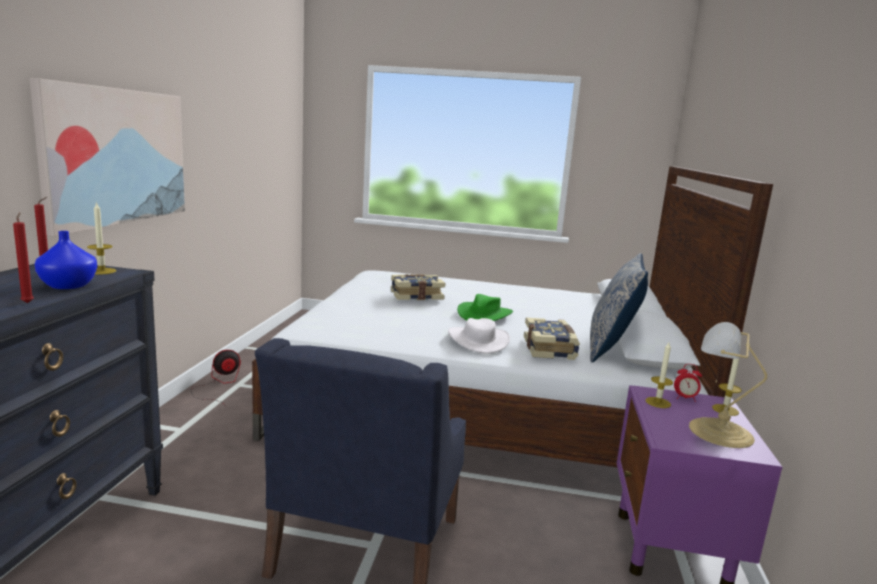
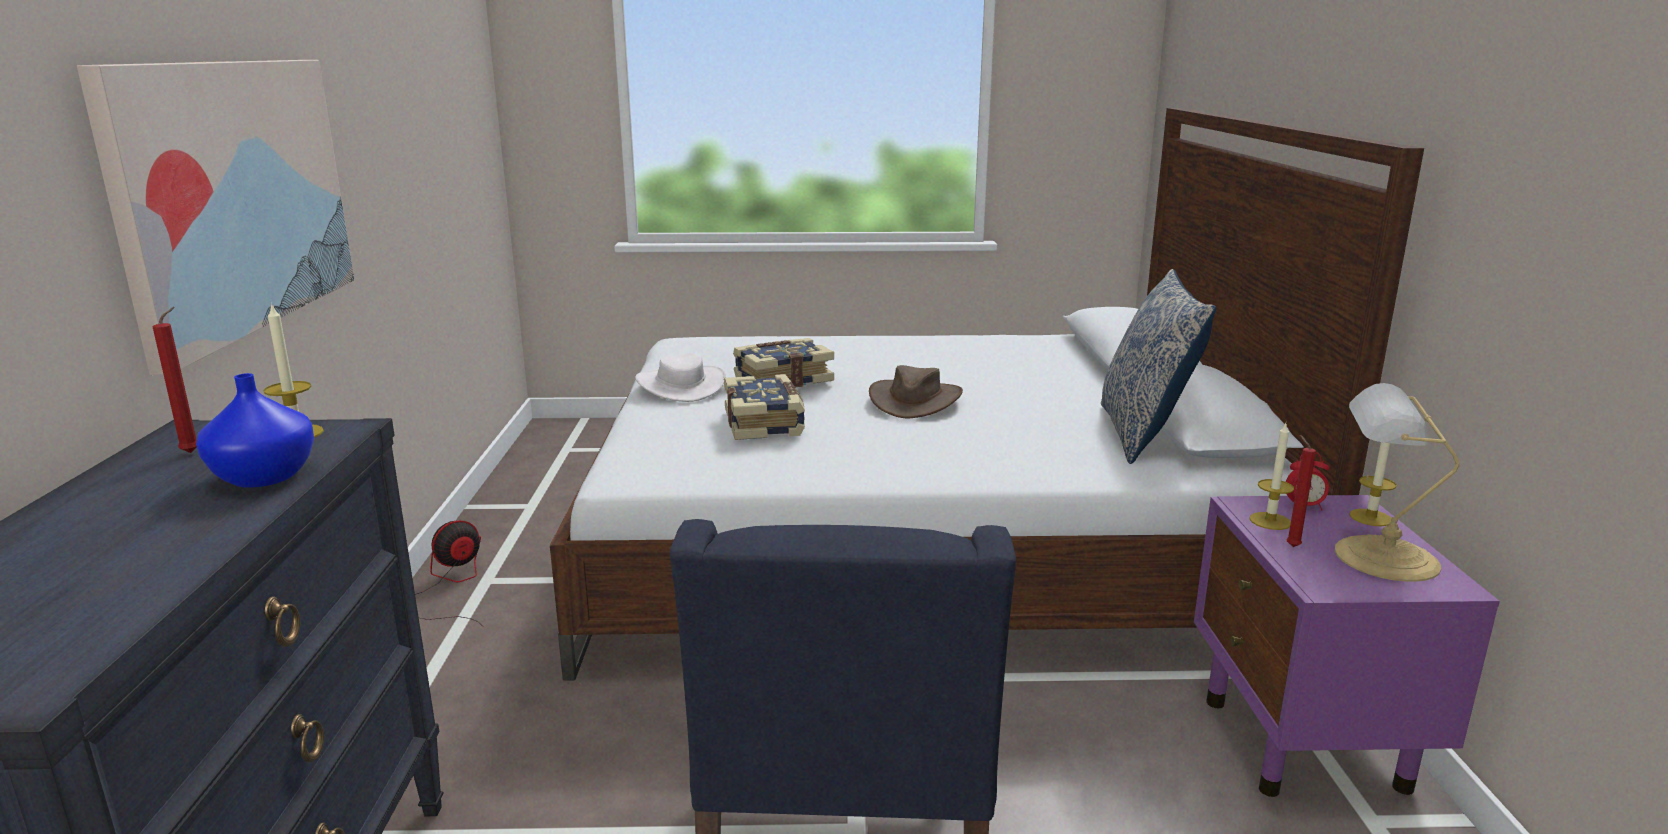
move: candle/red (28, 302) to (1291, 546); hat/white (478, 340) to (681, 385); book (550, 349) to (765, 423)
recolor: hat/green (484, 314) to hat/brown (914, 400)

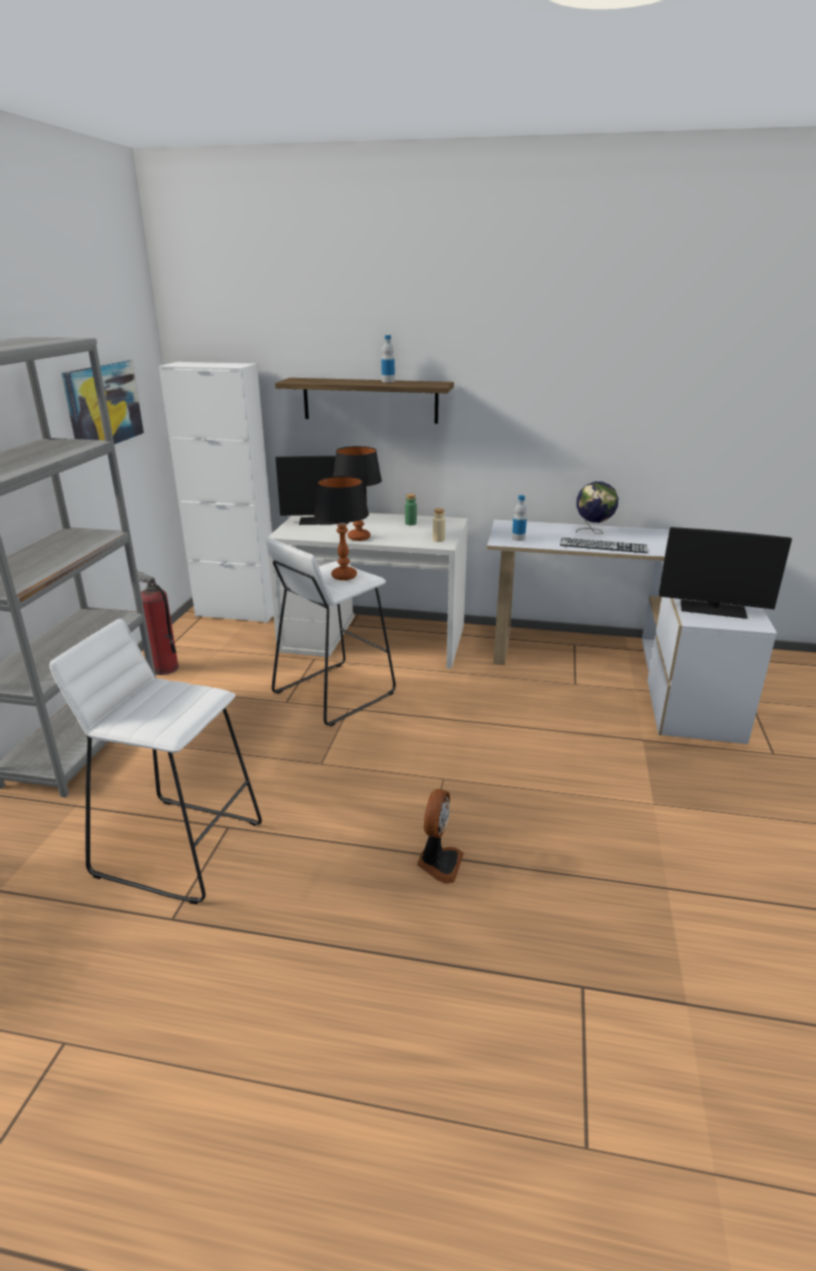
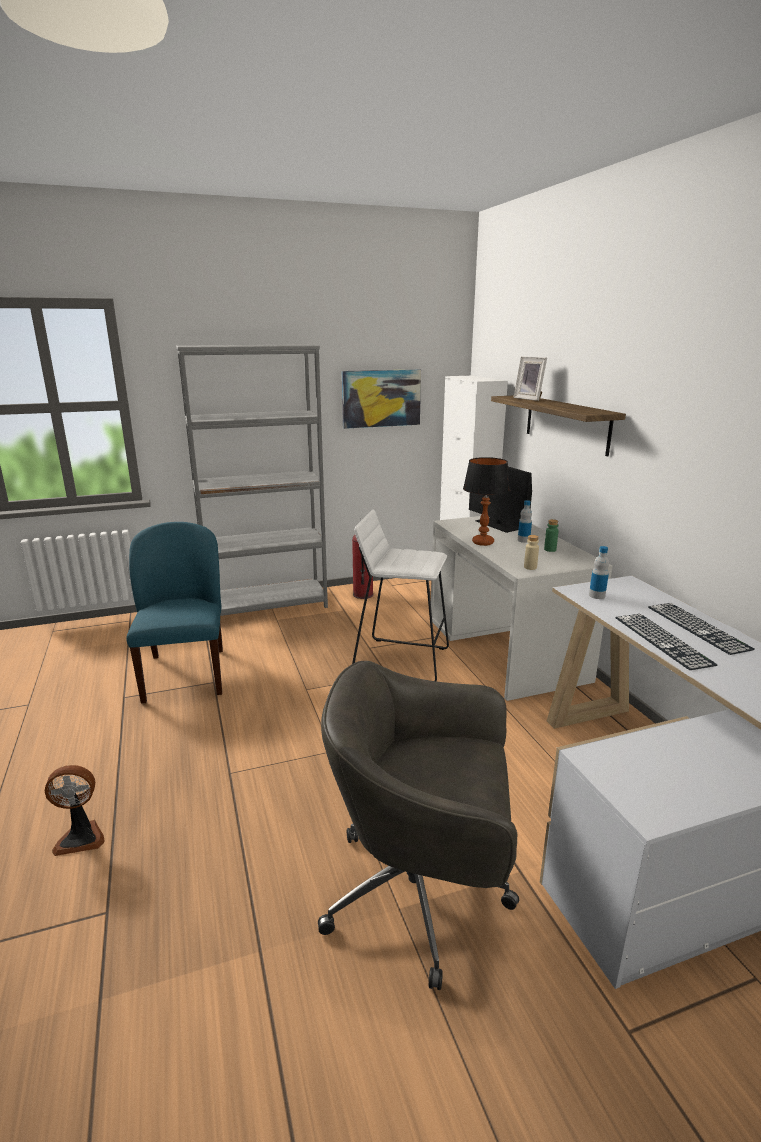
delete: table lamp (344, 576); monitor (713, 609)
insert: office chair/grey (421, 893); picture frame (530, 399)
move: bottle (388, 381) to (523, 540); fan (439, 863) to (81, 837)
replace: stool/white (179, 847) to chair/blue (186, 674); globe (593, 532) to keyboard (697, 627)

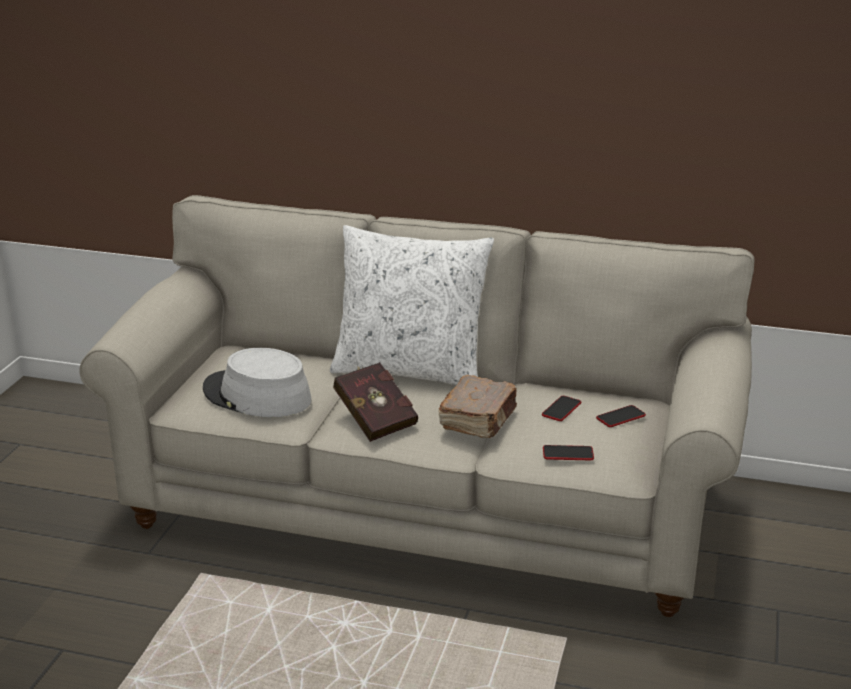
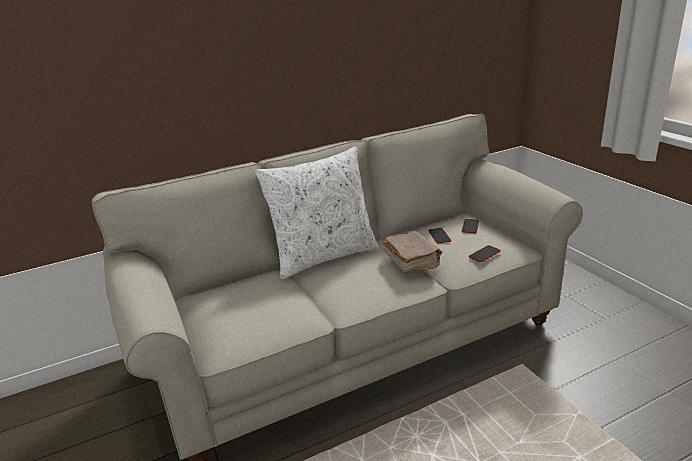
delete: hat/grey (256, 395); book/red (374, 418)

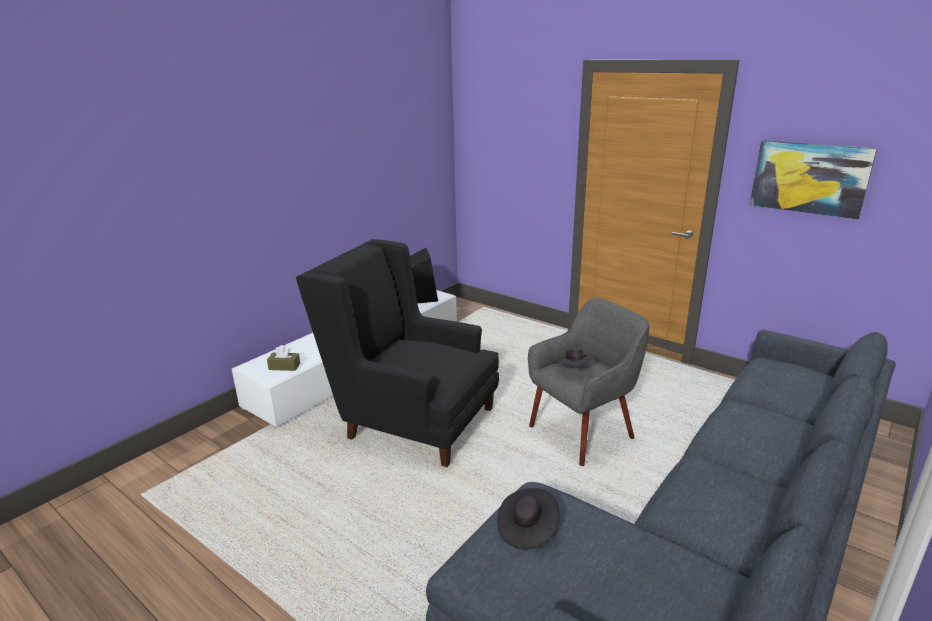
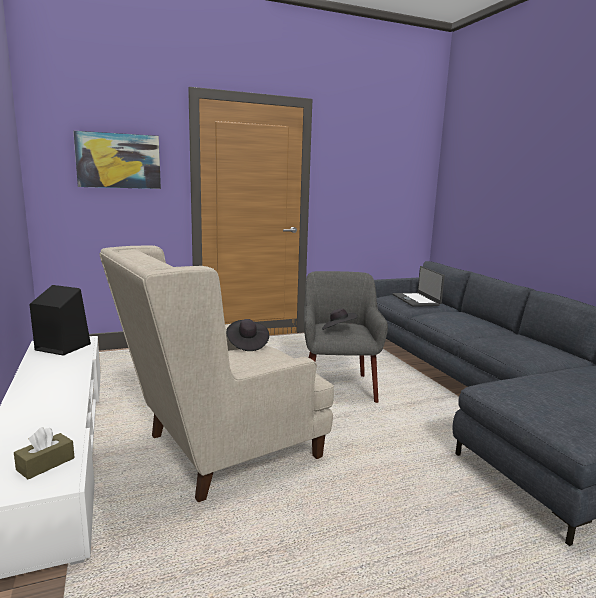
insert: laptop (416, 300)
move: hat/black (527, 529) to (247, 344); picture (809, 178) to (118, 161)
recolor: armchair/black (410, 420) to armchair/beige (220, 451)

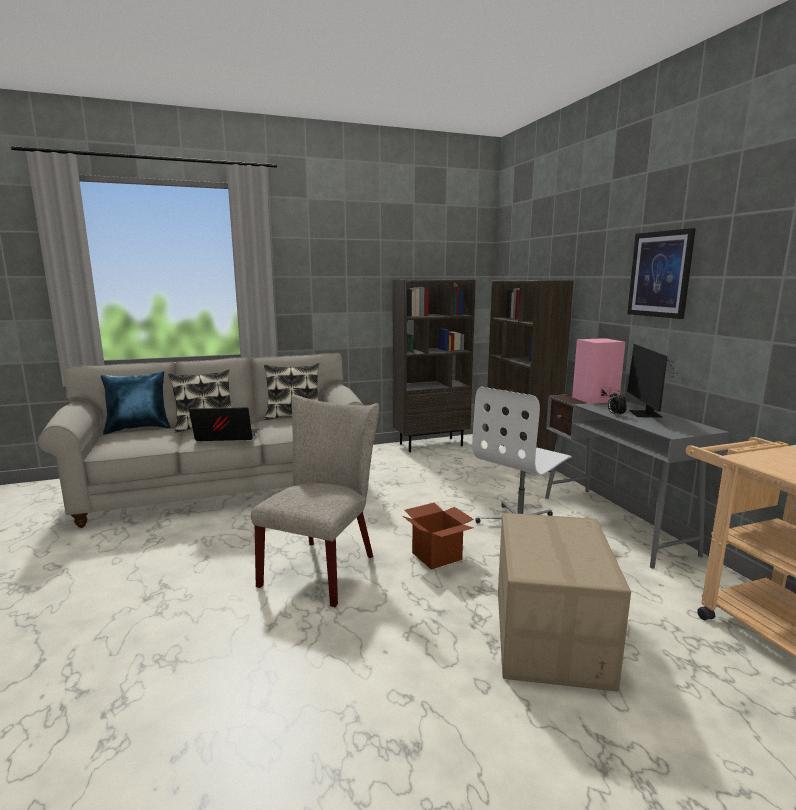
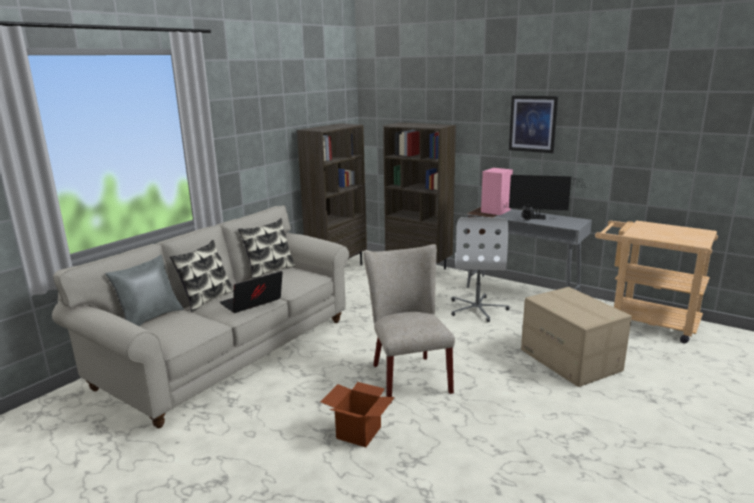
move: cardboard box (437, 556) to (359, 433)
recolor: pillow/blue (139, 428) to pillow/grey (150, 318)
rotate: monitor (645, 415) = (540, 217) 45 degrees counterclockwise

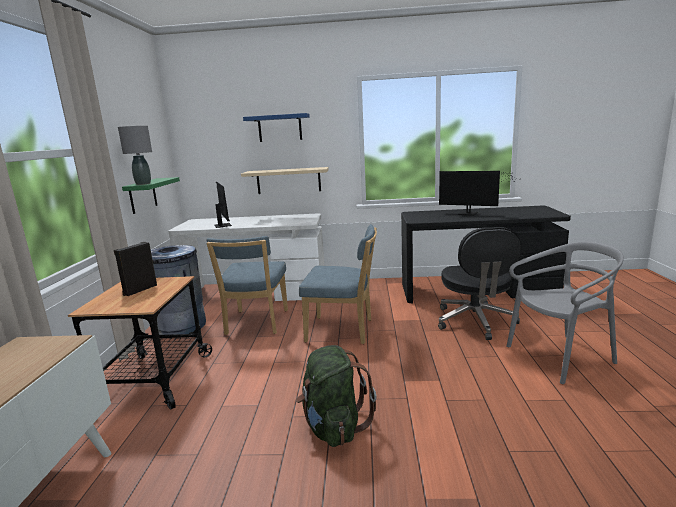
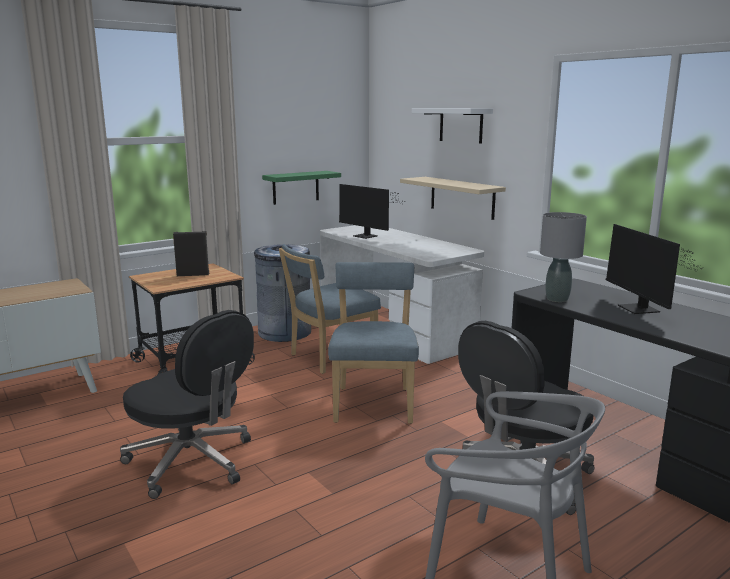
move: table lamp/grey (143, 184) to (557, 299)
replace: backpack/green (334, 427) to office chair/black (192, 462)
recolor: shelf/blue (280, 128) to shelf/white (461, 125)
rotate: monitor (223, 225) = (367, 236) 105 degrees clockwise; chair/blue (343, 330) = (374, 402) 150 degrees counterclockwise

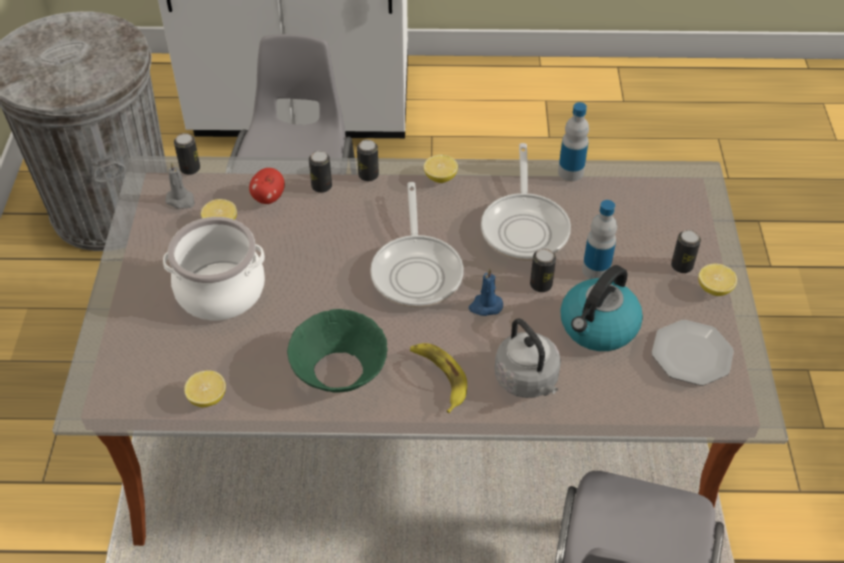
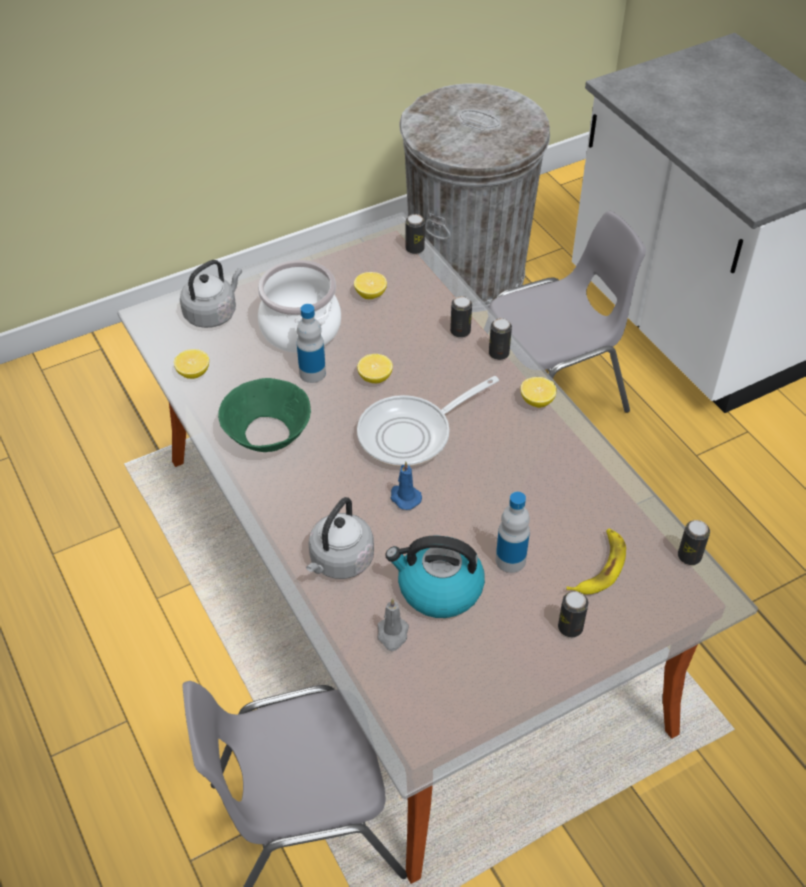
delete: apple (268, 198); frying pan (525, 227); plate (692, 354)
insert: kettle/grey (213, 313)
move: candle/grey (181, 200) to (392, 634); banana (439, 377) to (599, 566); can (541, 285) to (689, 556); bottle (570, 172) to (312, 373); lemon (714, 289) to (375, 378)

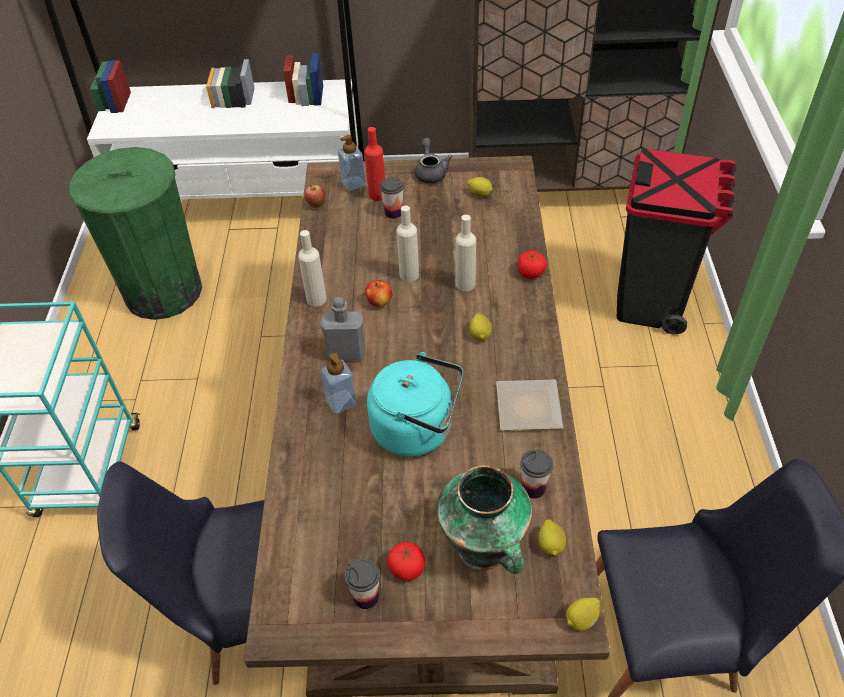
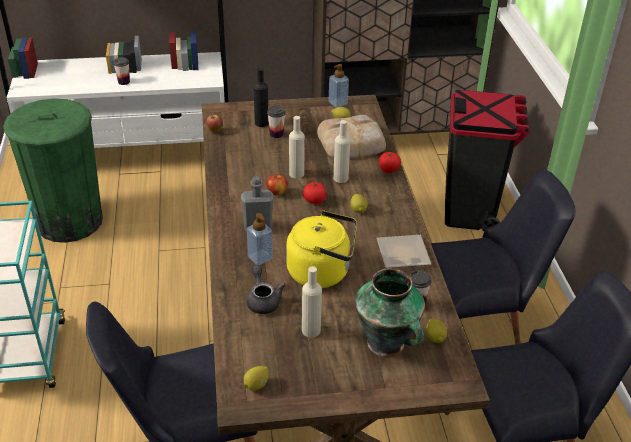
insert: bread (352, 142); chair/black (476, 327)
move: bottle/beige (316, 299) to (311, 330); soap dispenser (353, 183) to (338, 103); cup (366, 597) to (124, 82); tomato (407, 568) to (314, 200); teapot/grey (431, 172) to (263, 300); lemon (581, 620) to (256, 385)
recolor: bottle/red (377, 195) to bottle/black (261, 123); kettle/turquoise (417, 429) to kettle/yellow (322, 272)

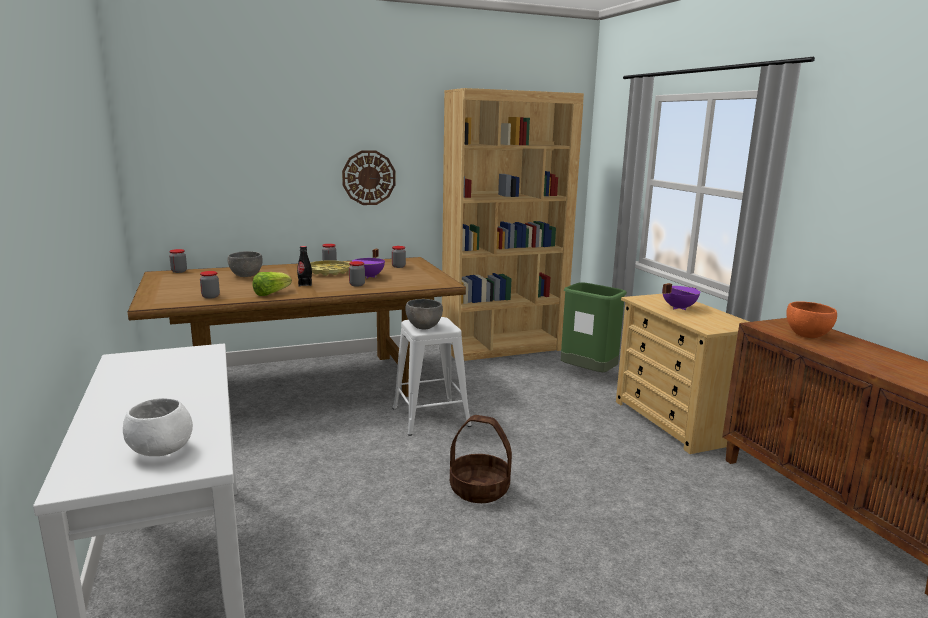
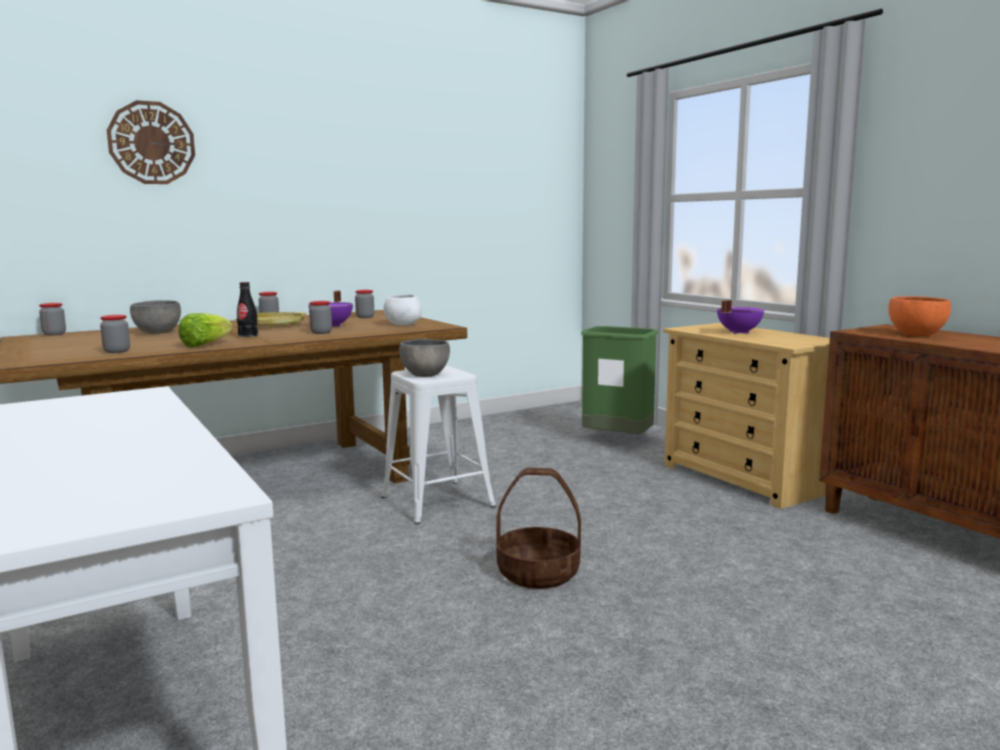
delete: bookcase/brown (503, 347)
move: bowl/white (161, 450) to (403, 324); wall clock (369, 177) to (151, 143)

